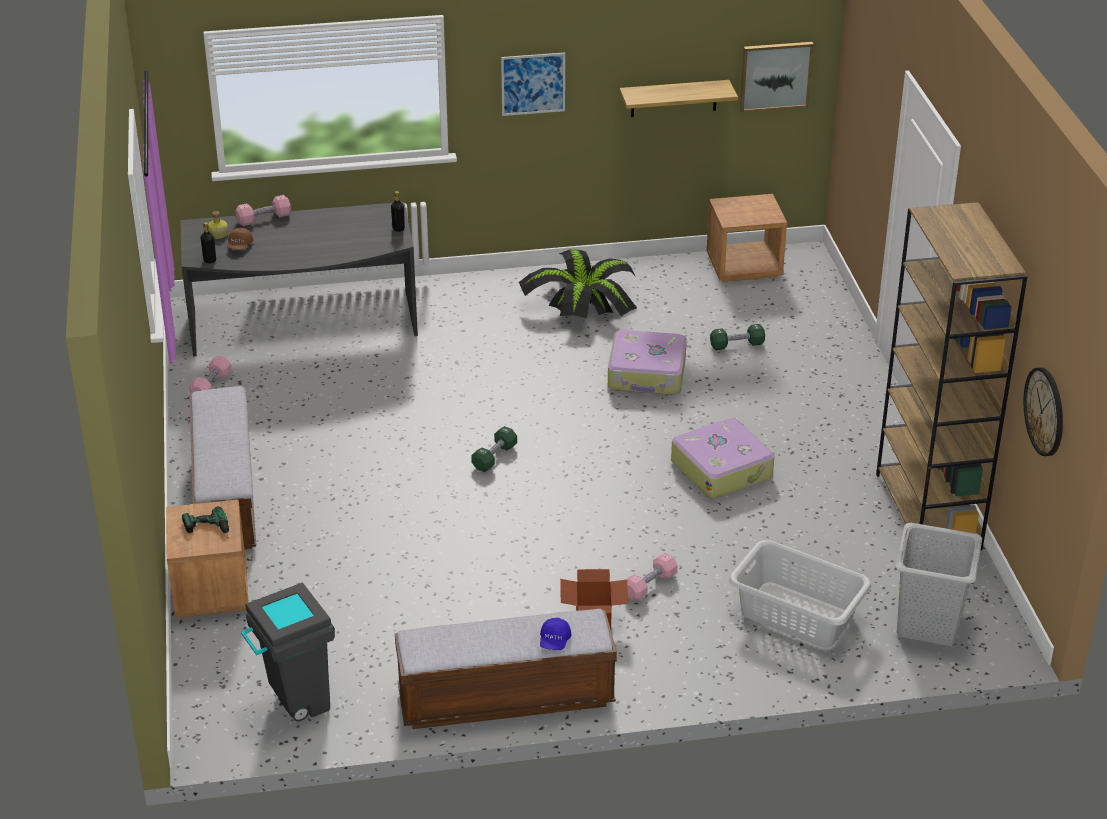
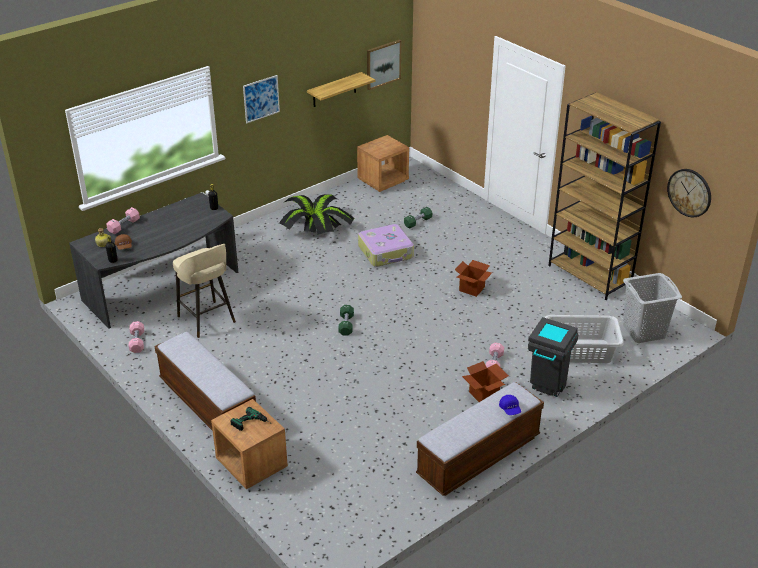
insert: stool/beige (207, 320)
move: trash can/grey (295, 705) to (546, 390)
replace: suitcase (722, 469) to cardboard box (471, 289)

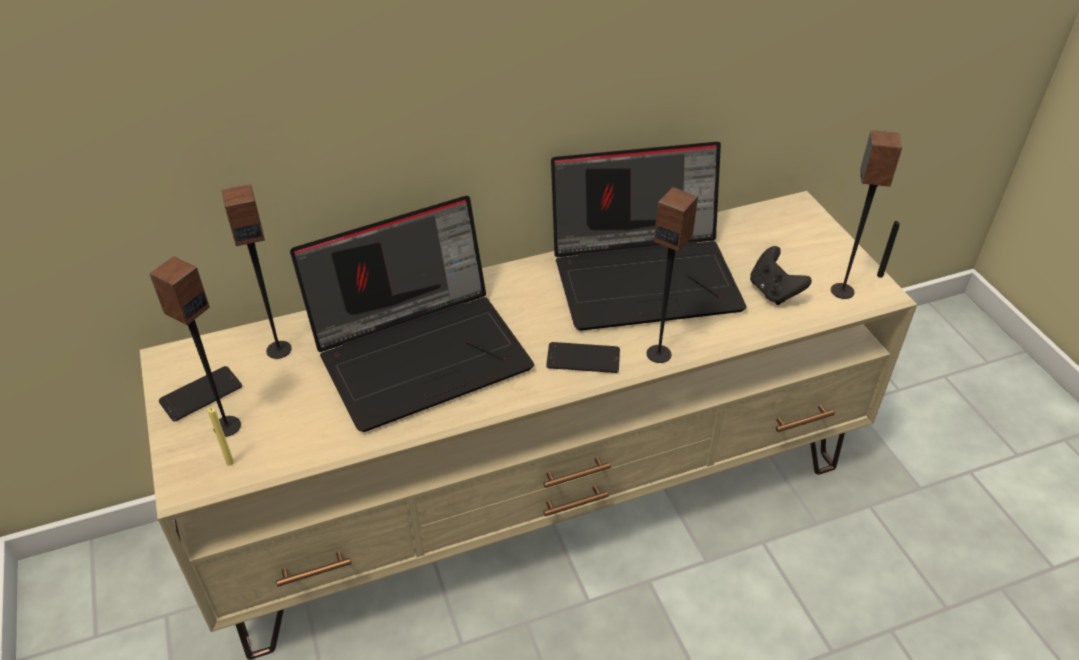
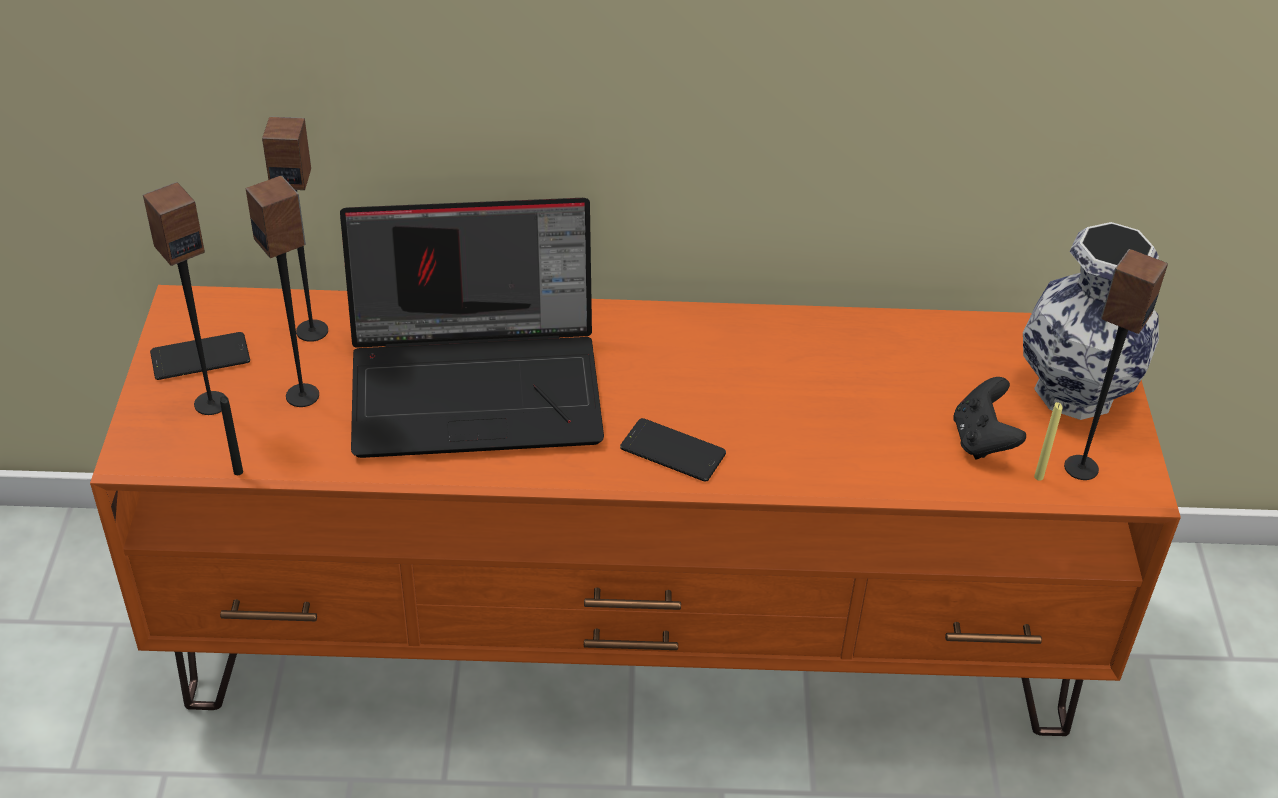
delete: laptop (646, 276)
insert: vase (1075, 389)
move: candle/yellow (230, 462) to (1038, 477); speaker (659, 354) to (303, 395); candle/black (880, 275) to (238, 472)
recolor: tv stand/beige (540, 495) to tv stand/orange (633, 634)

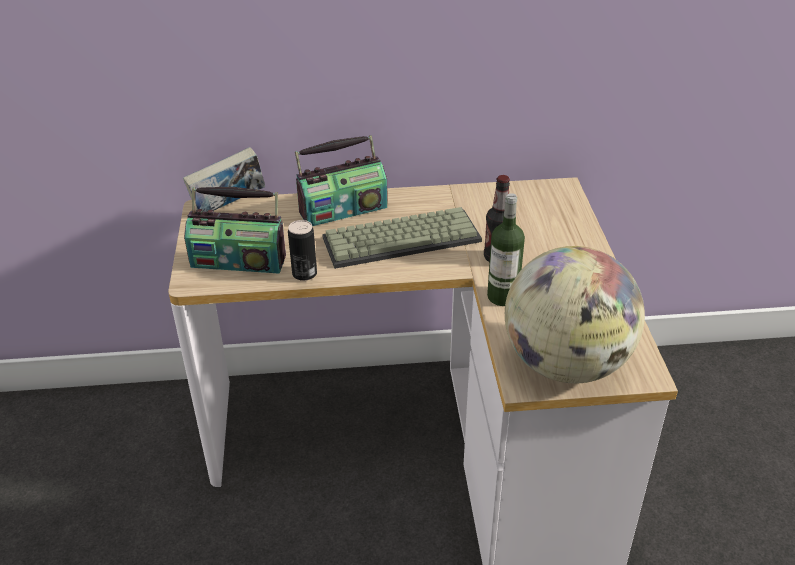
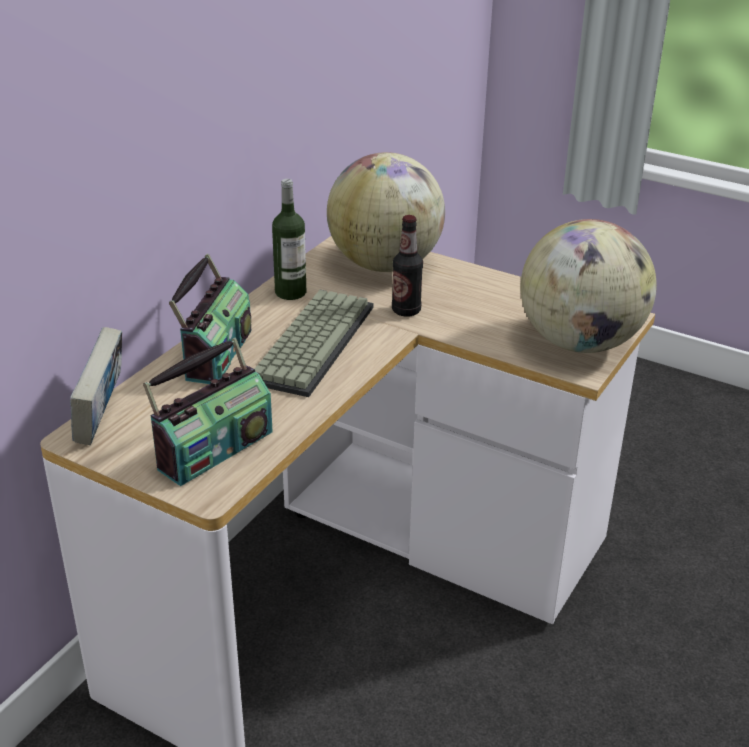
delete: can (304, 274)
insert: globe (385, 265)
move: bottle (502, 296) to (290, 292)

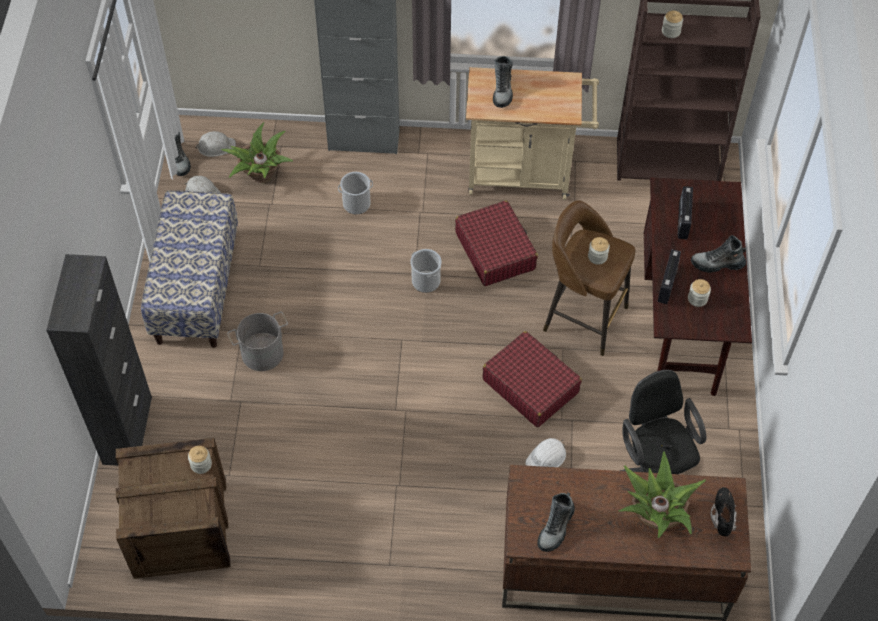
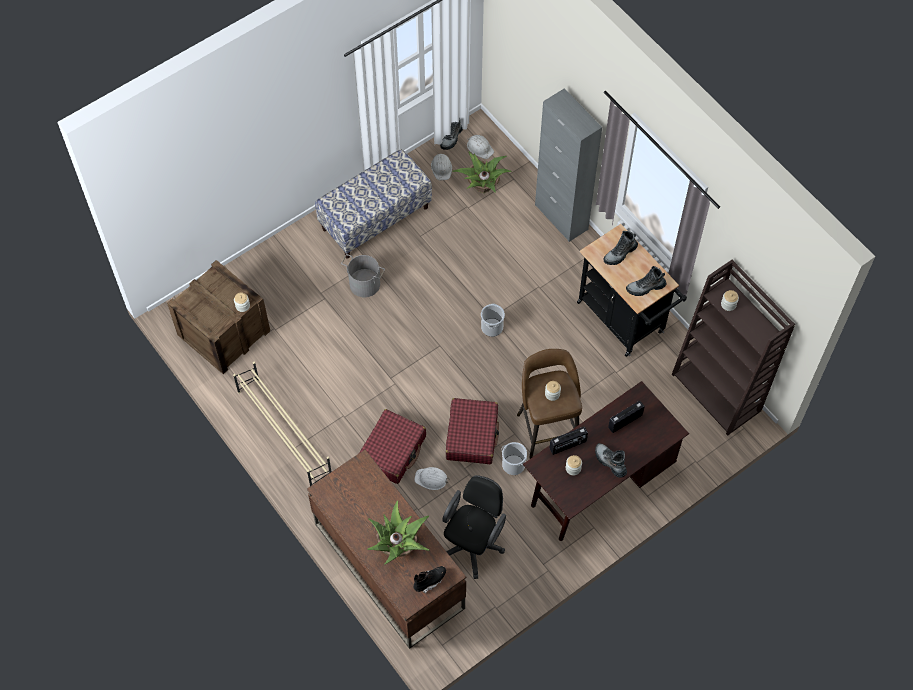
delete: cabinet/black (127, 430)
insert: shoe rack/beige (284, 431)
move: bucket (356, 204) to (513, 465); suitcase/red (495, 250) to (392, 450); boot (556, 528) to (645, 287)
recolor: cart/beige (526, 174) to cart/black (624, 321)

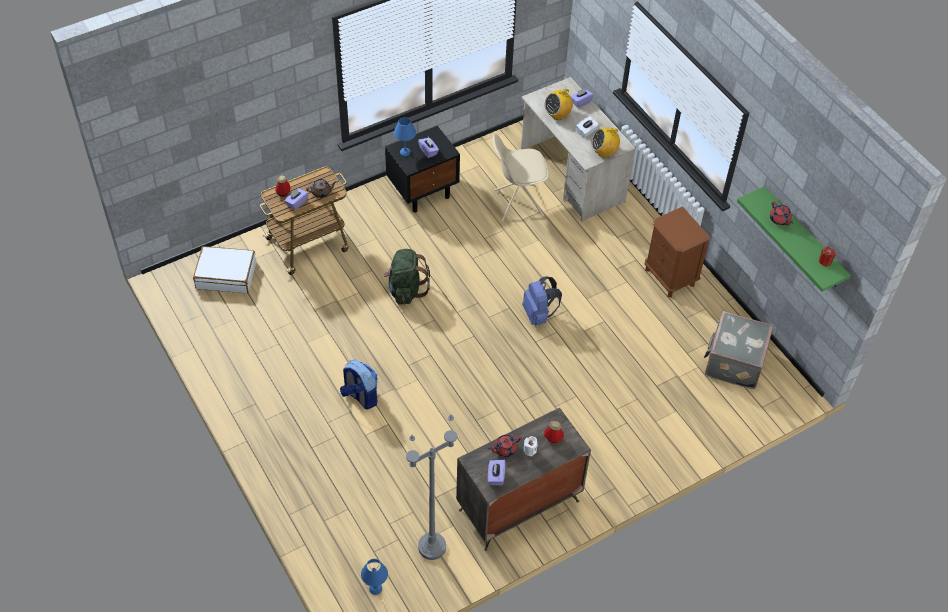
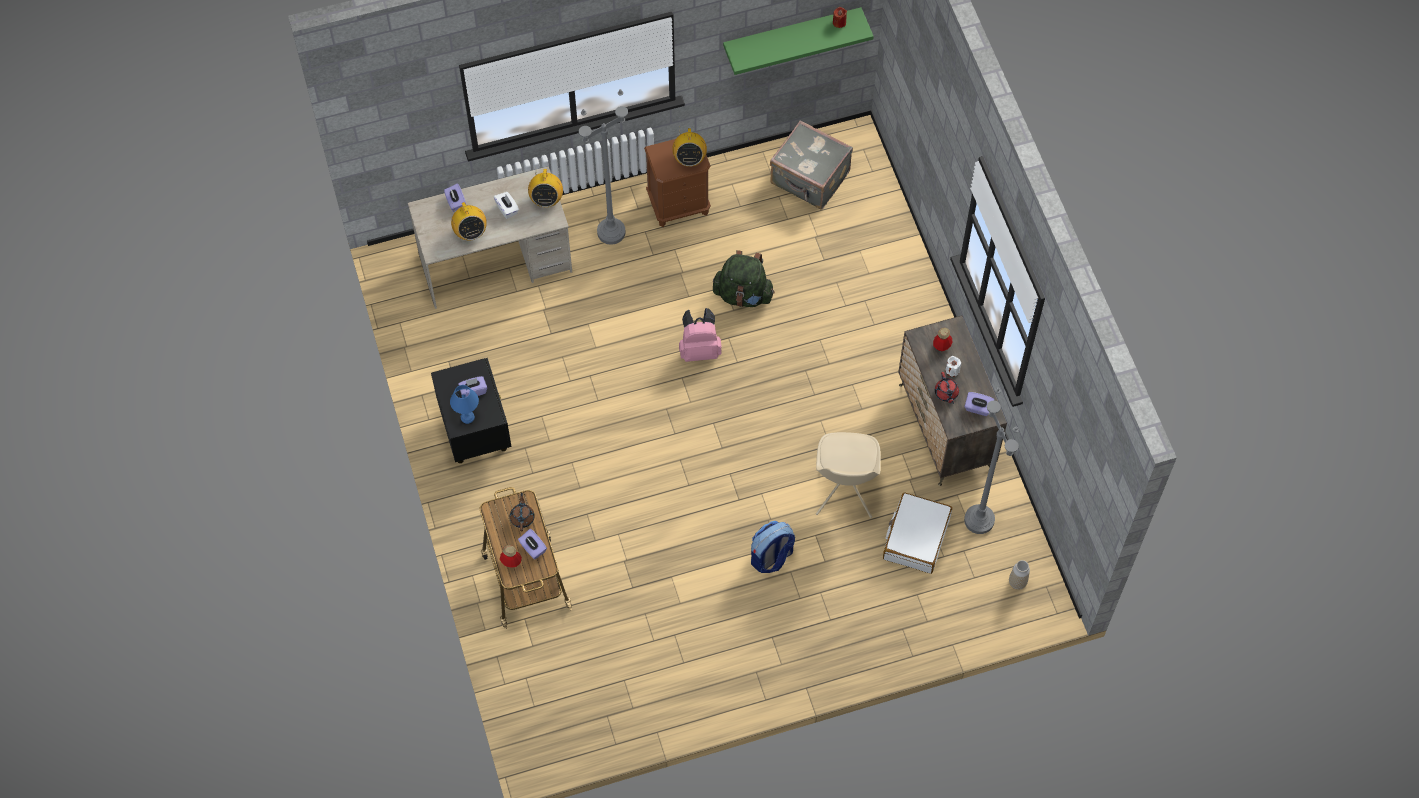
delete: teapot/red (779, 220)
insert: floor lamp/grey (611, 232); radio (689, 159)
move: suitcase/white (226, 275) to (916, 537); backpack/green (406, 290) to (743, 294); chair/beige (517, 203) to (844, 492)
replace: table lamp/blue (376, 588) to vase (1017, 582)
recolor: backpack/blue (539, 314) to backpack/pink (699, 349)

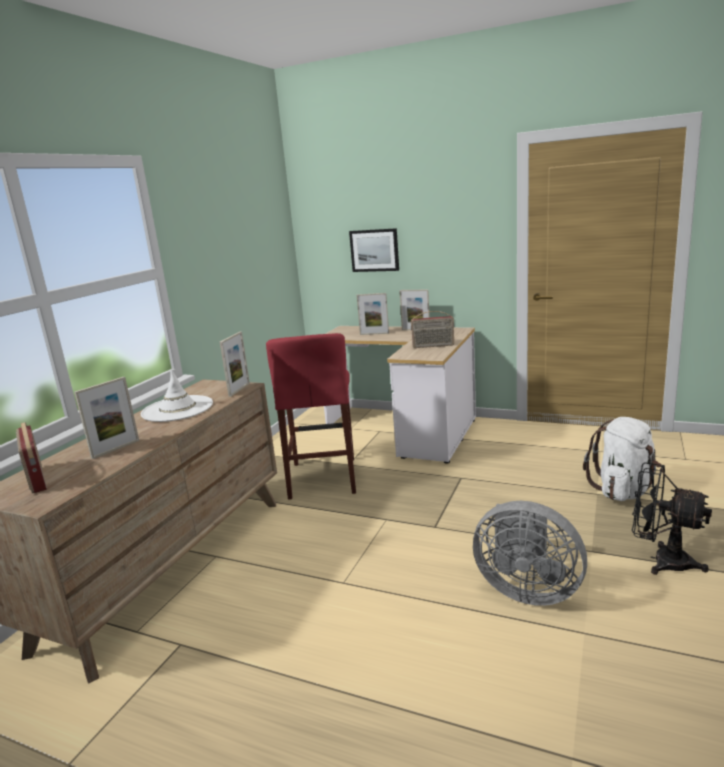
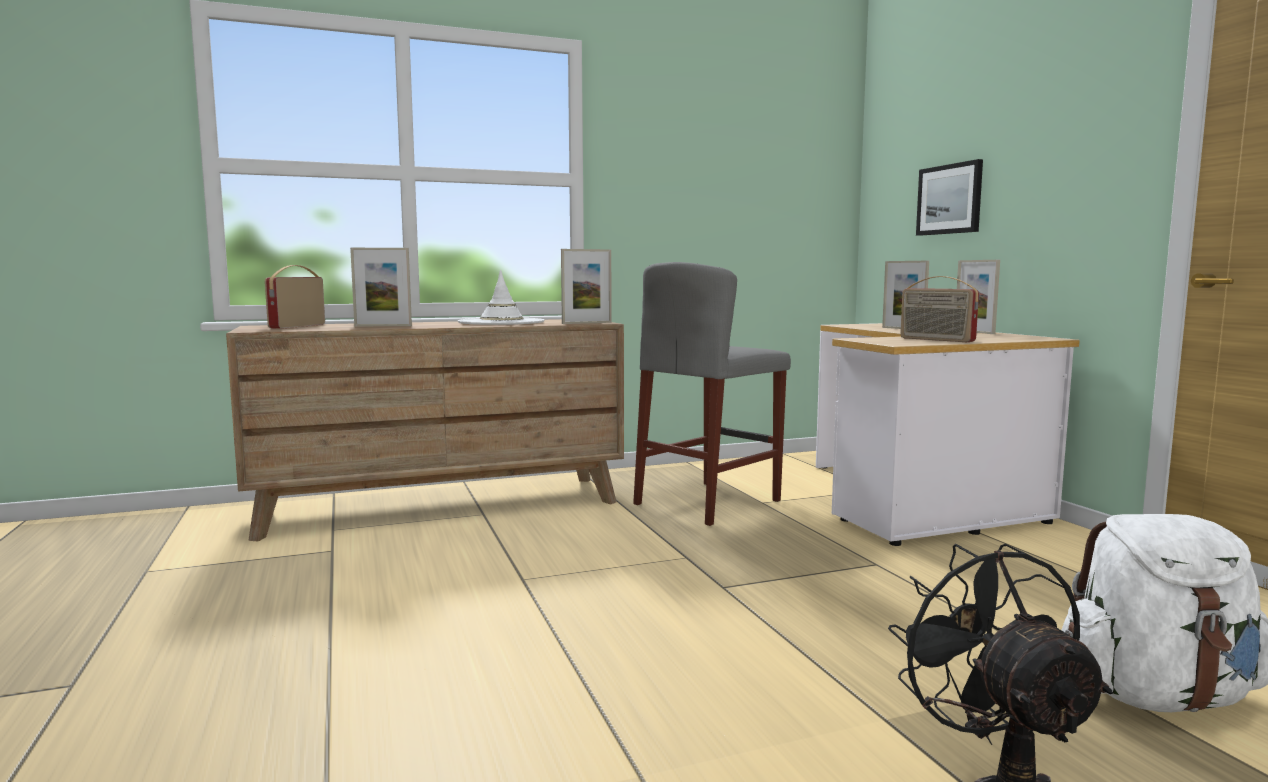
delete: fan/grey (526, 589)
recolor: stool/red (323, 477) to stool/grey (708, 502)

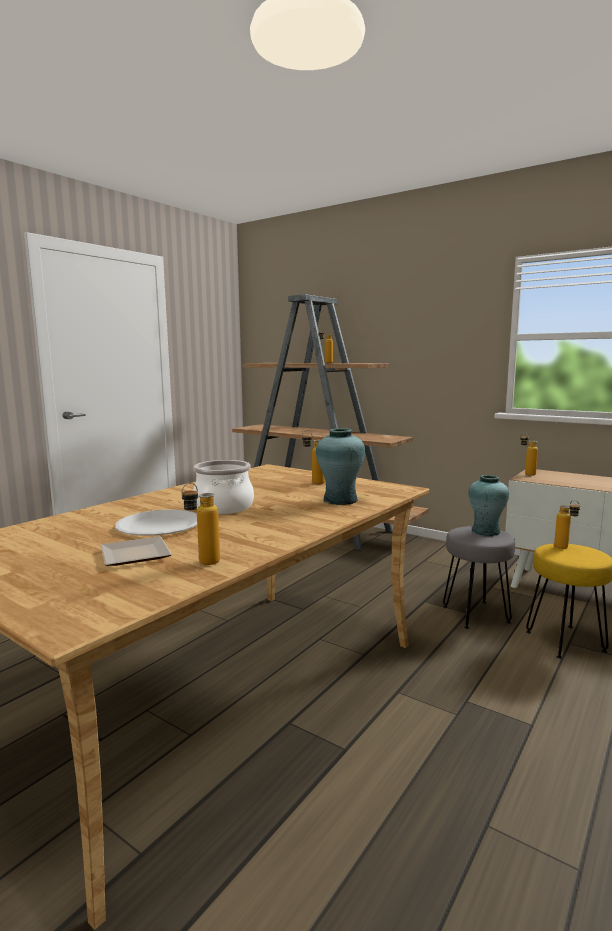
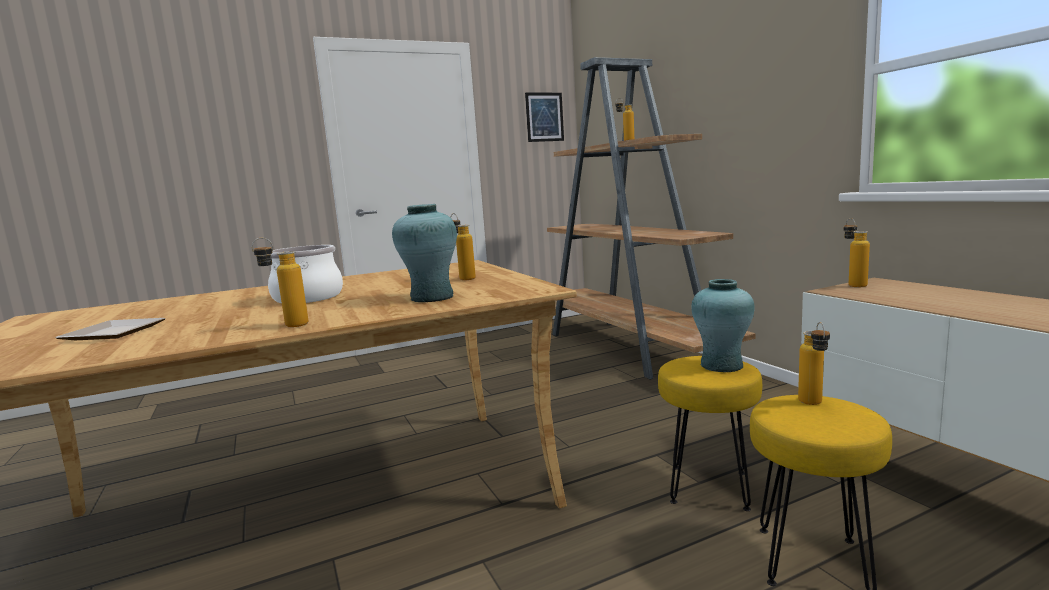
delete: plate/white (159, 525)
insert: picture (544, 117)
move: bottle (202, 564) to (287, 326)
recolor: stool/grey (476, 614) to stool/yellow (709, 487)

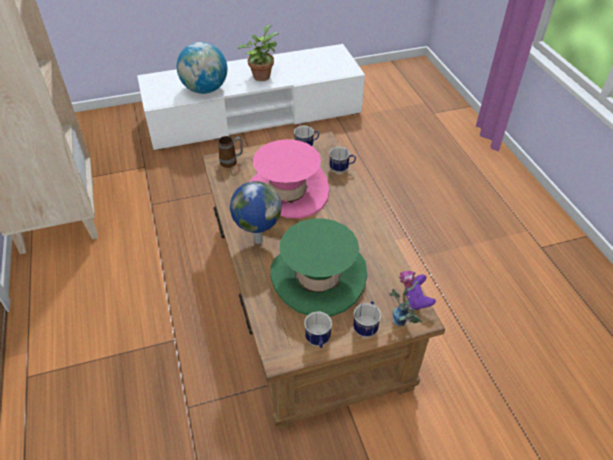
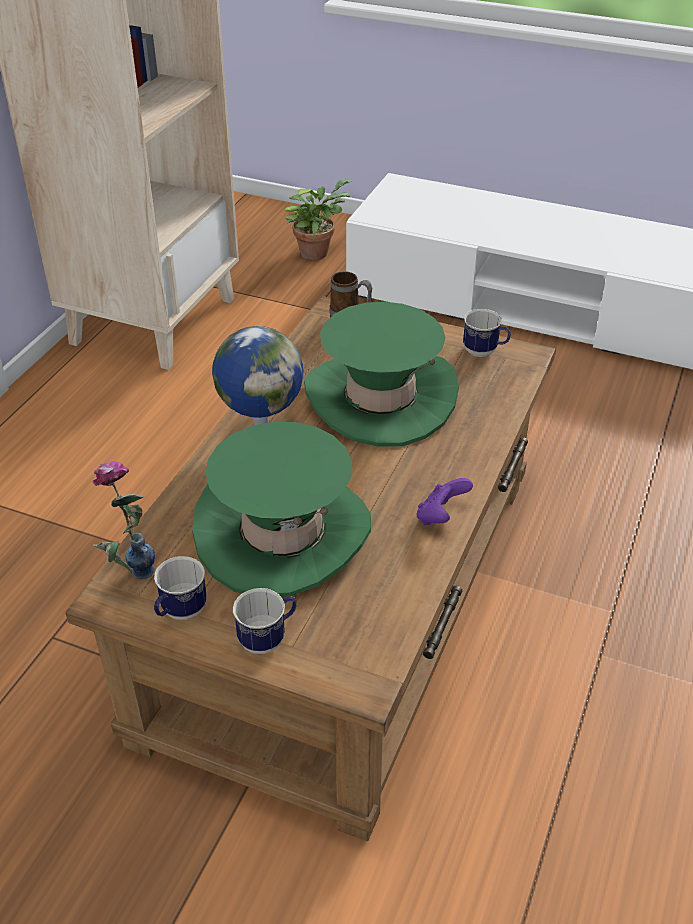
delete: globe (205, 89); mug (341, 169)
move: potted plant (261, 75) to (316, 252); vase (400, 328) to (131, 580); game controller/purple (417, 300) to (441, 517)
recolor: hat/pink (287, 192) to hat/green (380, 398)

